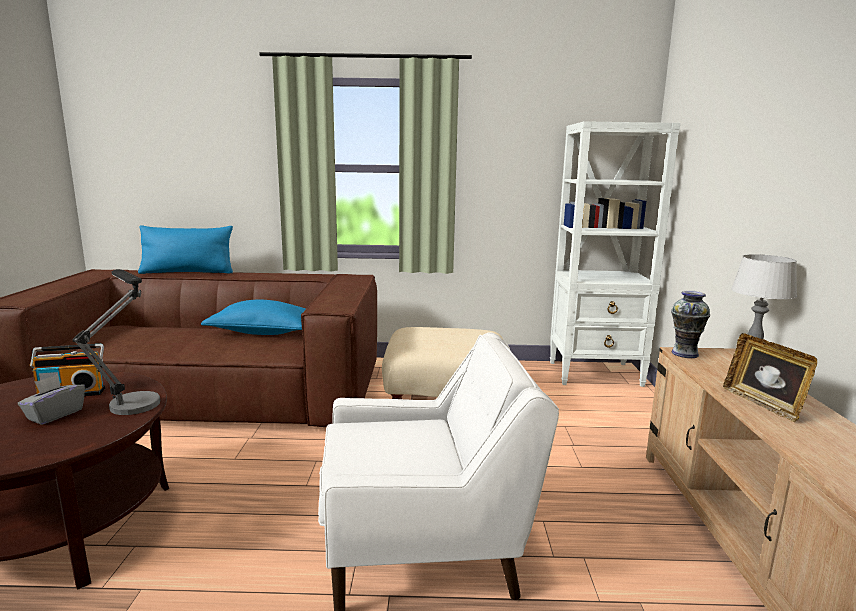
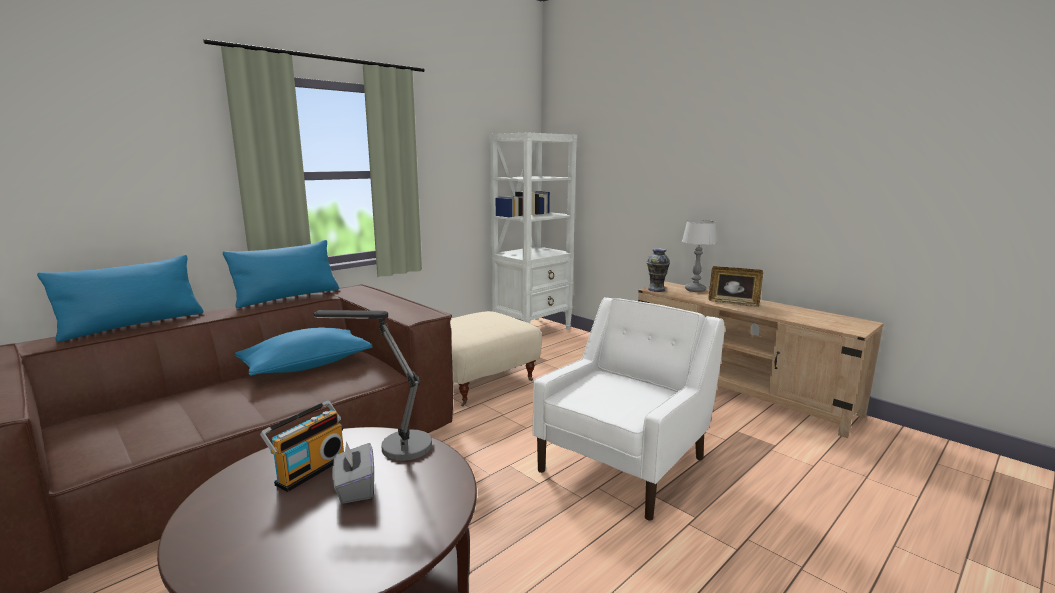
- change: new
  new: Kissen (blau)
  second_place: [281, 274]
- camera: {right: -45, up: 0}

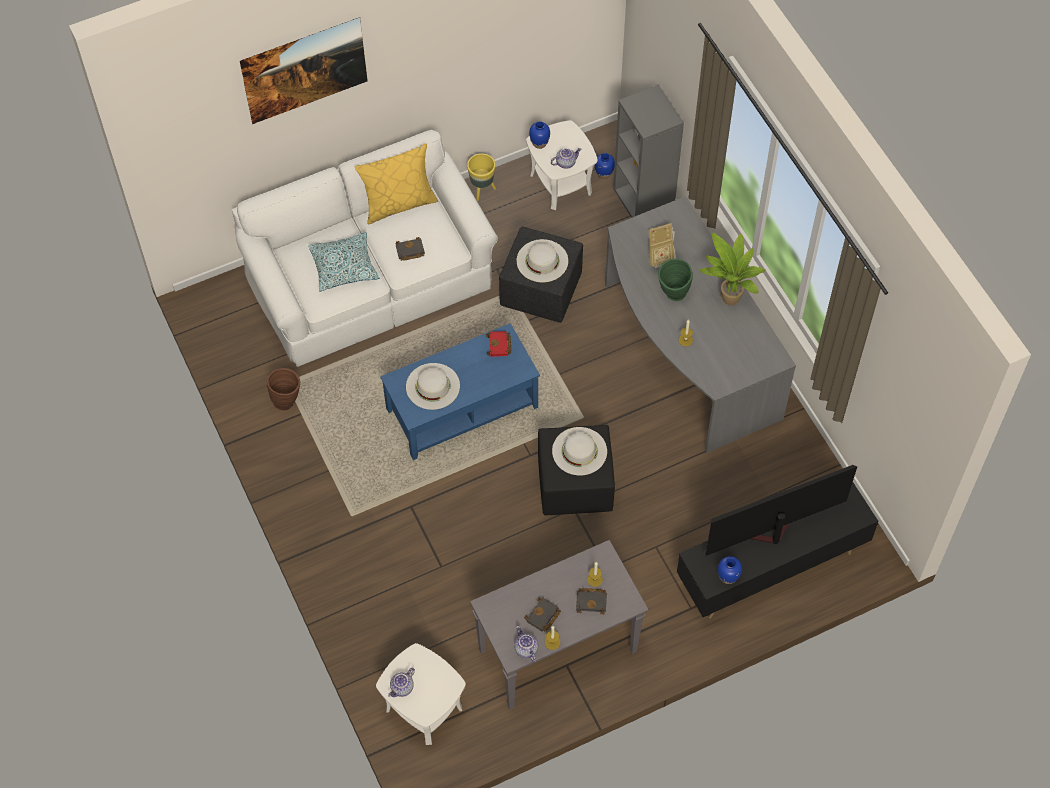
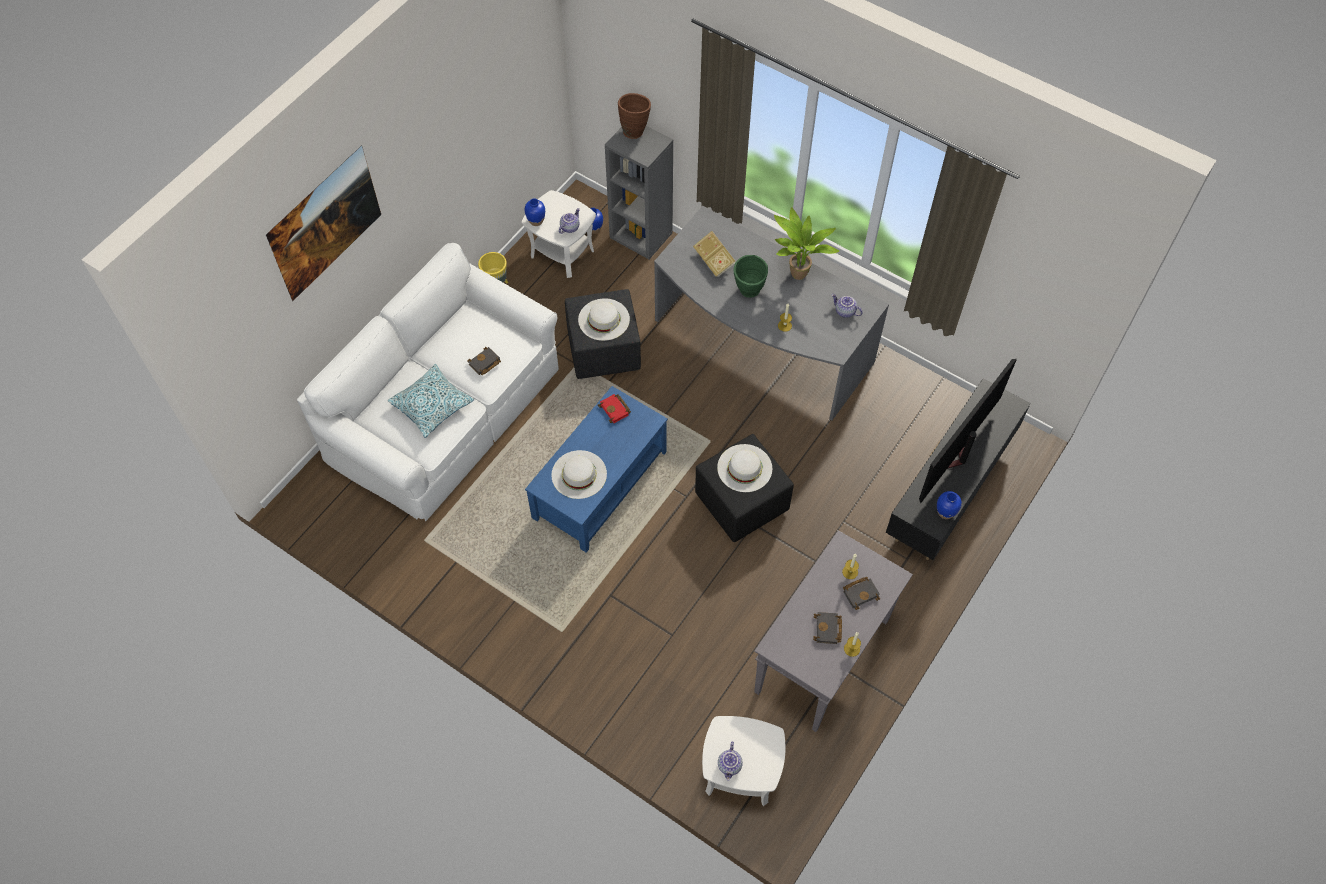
- change: shifted
  old: Vase (braun)
  first_place: [283, 389]
  second_place: [634, 116]
- change: shifted
  old: Teekanne
  first_place: [526, 644]
  second_place: [847, 306]
- change: gone
  old: Kissen (gelb)
  first_place: [396, 184]
- camera: {right: -30, up: 0}

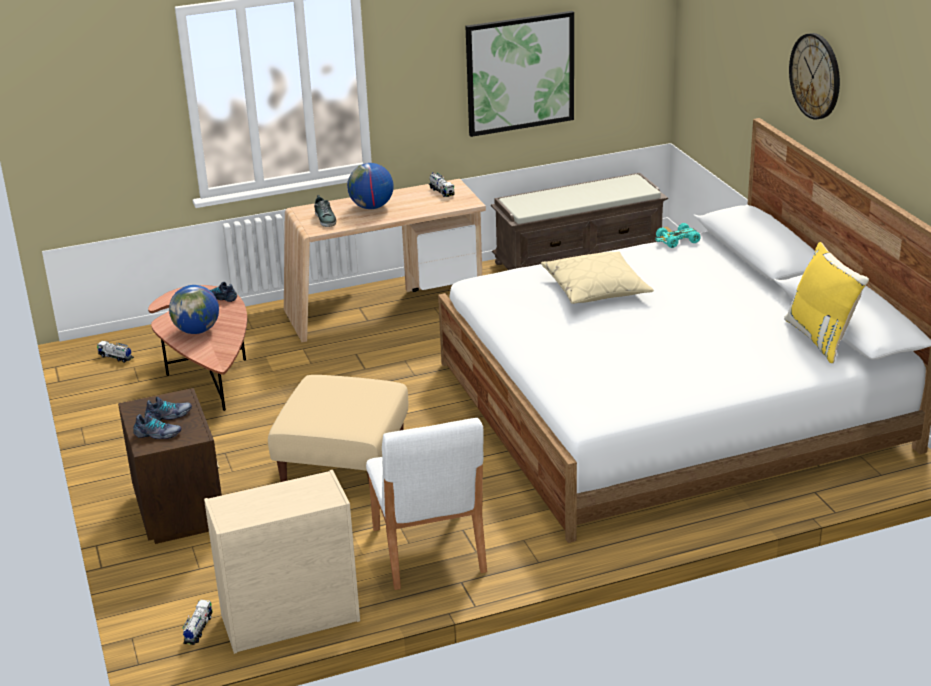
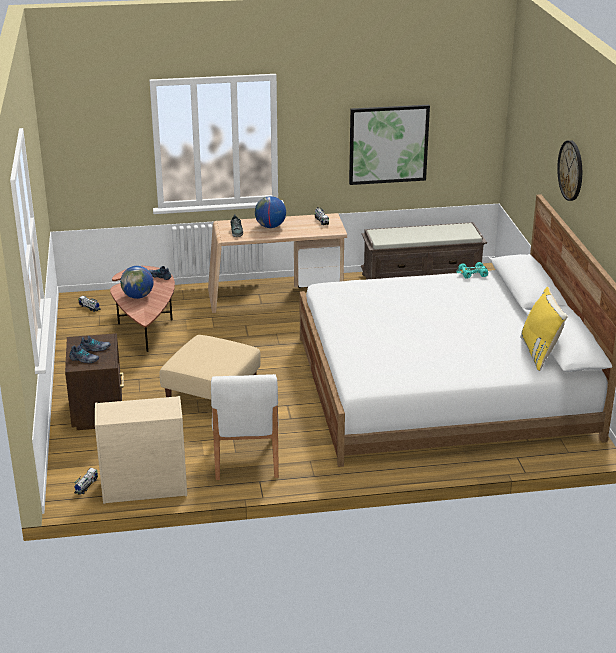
- change: gone
  old: Kissen (beige)
  first_place: [597, 277]
- camera: {right: 10, up: 0}

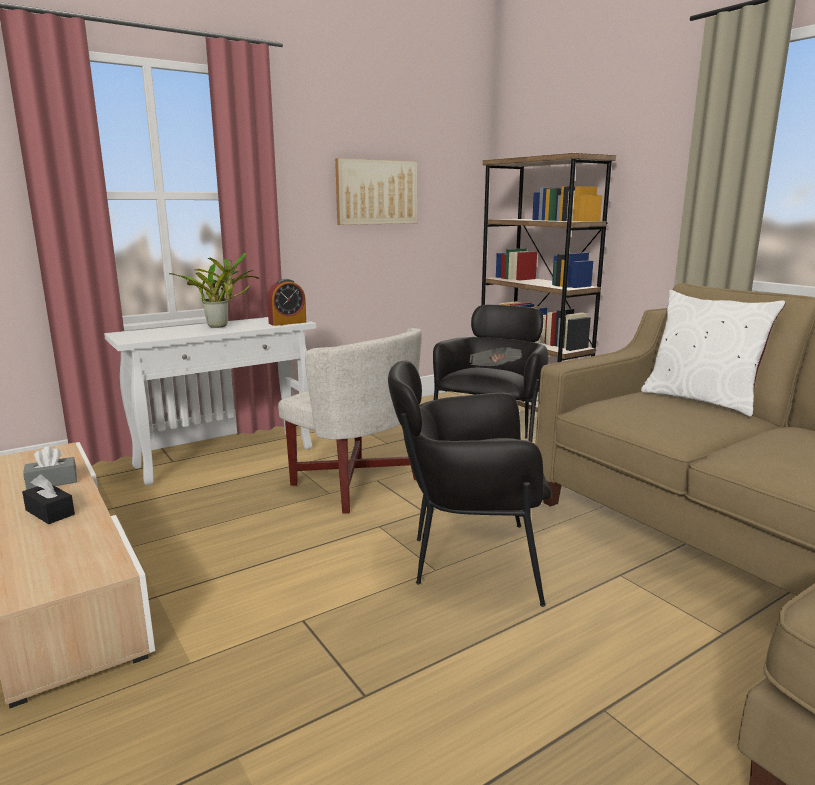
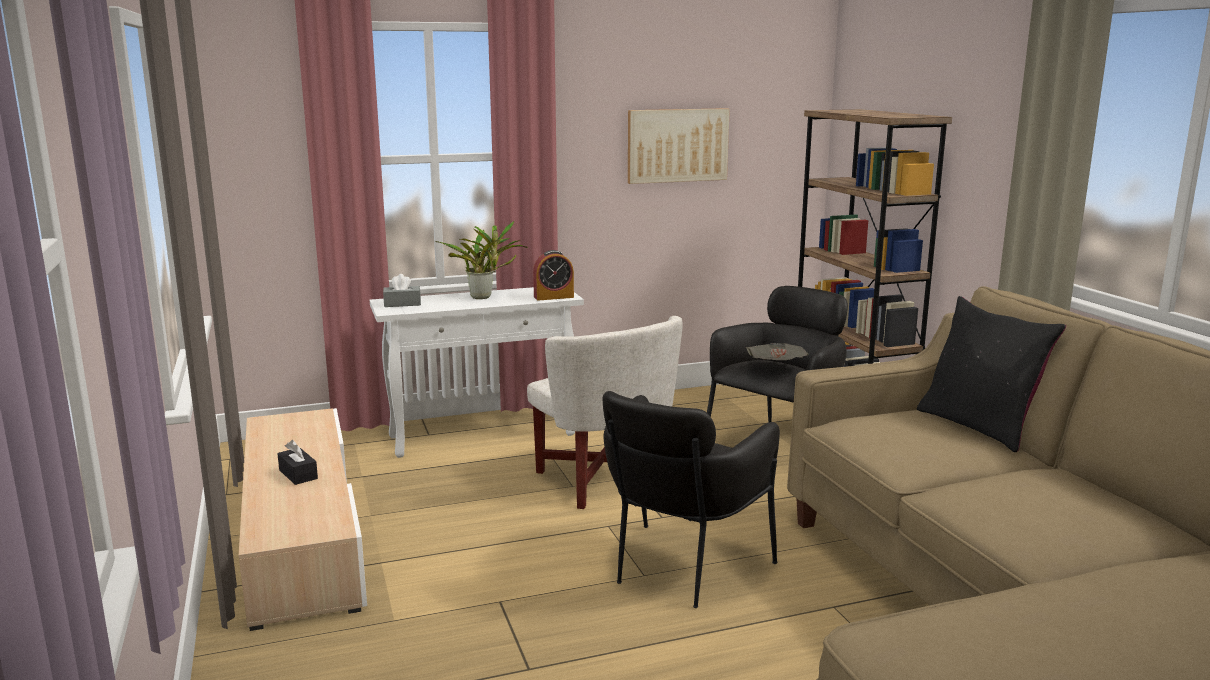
- change: shifted
  old: Taschentuchbox (grau)
  first_place: [50, 468]
  second_place: [402, 290]
- change: rotated
  old: Sessel (schwarz)
  first_place: [469, 484]
  second_place: [691, 499]
  degrees: -75
- change: repainted
  old: Kissen (weiß)
  new: Kissen (schwarz)
  first_place: [713, 353]
  second_place: [991, 374]
- camera: {right: 15, up: 0}

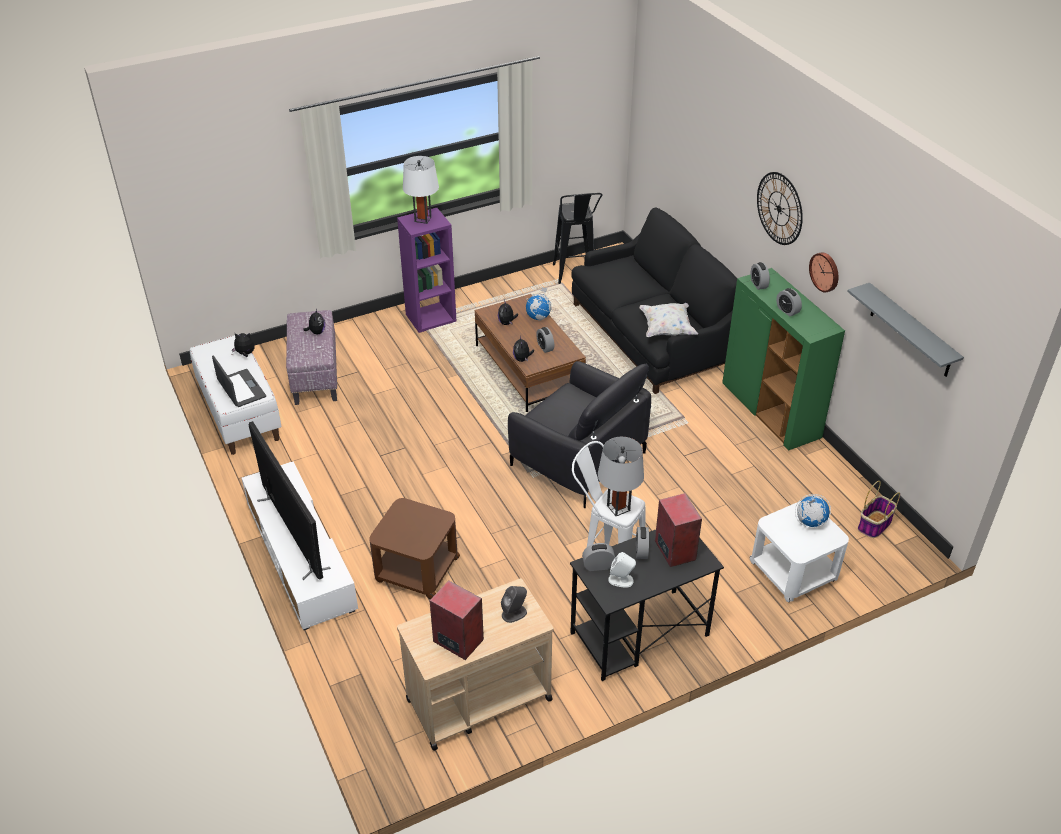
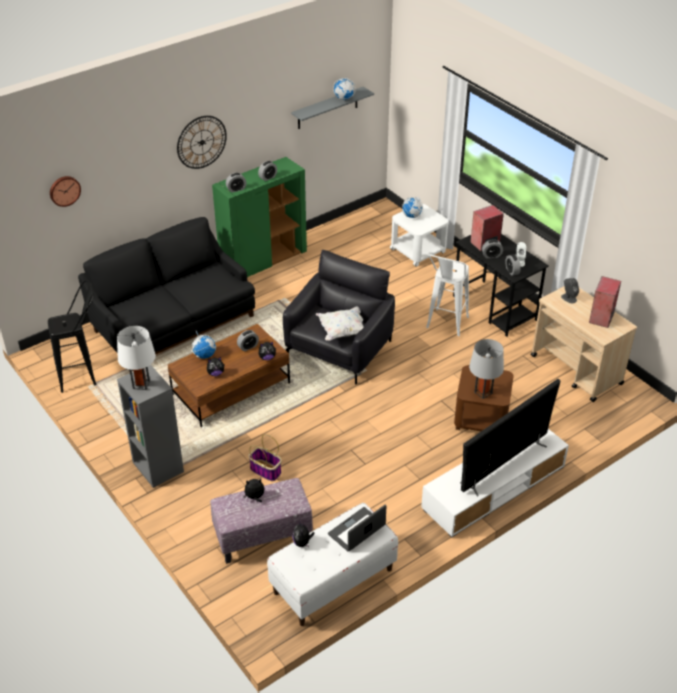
- change: shifted
  old: Wanduhr
  first_place: [823, 272]
  second_place: [65, 191]
- change: repainted
  old: Bücherregal (lila)
  new: Bücherregal (grau)
  first_place: [426, 270]
  second_place: [150, 426]
- change: shifted
  old: Korb
  first_place: [879, 509]
  second_place: [265, 458]
- change: shifted
  old: Kissen (weiß)
  first_place: [669, 320]
  second_place: [340, 324]
- change: new
  new: Globus
  second_place: [344, 88]
- change: shifted
  old: Tischlampe (grau)
  first_place: [621, 476]
  second_place: [486, 369]
- camera: {right: -100, up: 0}

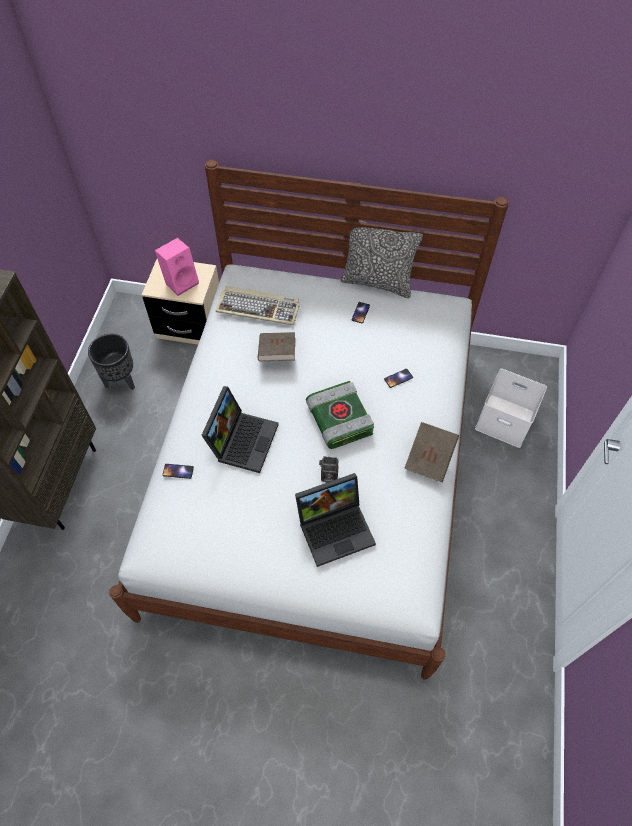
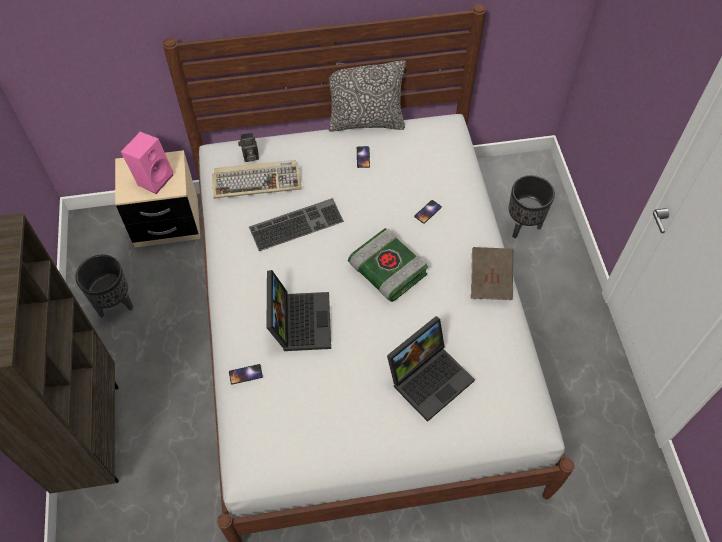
- change: shifted
  old: Kamera
  first_place: [329, 469]
  second_place: [248, 147]
- change: swapped
  old: Buch (braun)
  new: Tastatur
  first_place: [276, 346]
  second_place: [296, 224]
- change: swapped
  old: Aufbewahrungsbox (weiß)
  new: Pflanzkübel (schwarz)
  first_place: [511, 408]
  second_place: [532, 207]
- camera: {right: -20, up: 0}

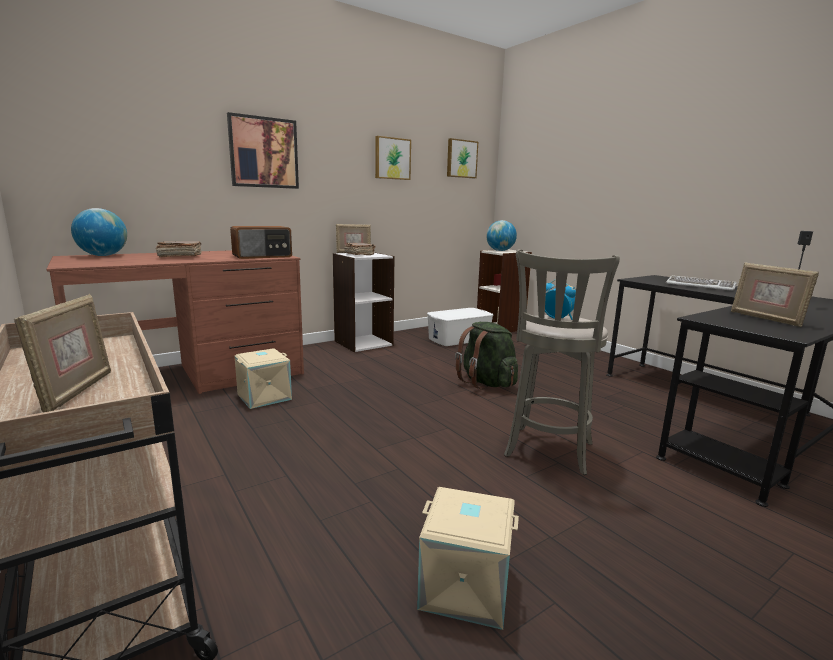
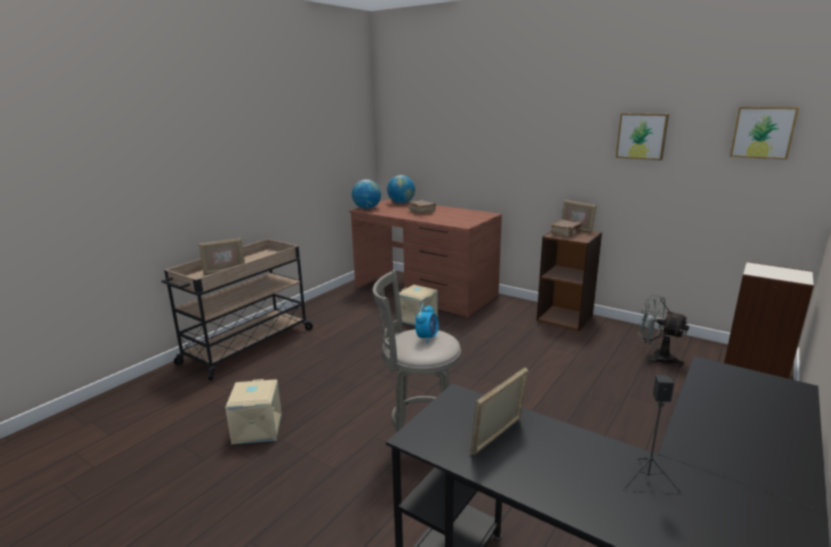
- change: shifted
  old: Globus
  first_place: [501, 235]
  second_place: [366, 194]
- change: repainted
  old: Bücherregal (weiß)
  new: Bücherregal (braun)
  first_place: [363, 302]
  second_place: [569, 281]
- change: swapped
  old: Aufbewahrungsbox (weiß)
  new: Ventilator (grau)
  first_place: [460, 327]
  second_place: [663, 330]
- change: gone
  old: Bild
  first_place: [263, 150]
- change: gone
  old: Radio
  first_place: [261, 242]
- change: gone
  old: Rucksack (grün)
  first_place: [486, 356]
- change: gone
  old: Tastatur
  first_place: [701, 283]
- camera: {right: 70, up: 5}

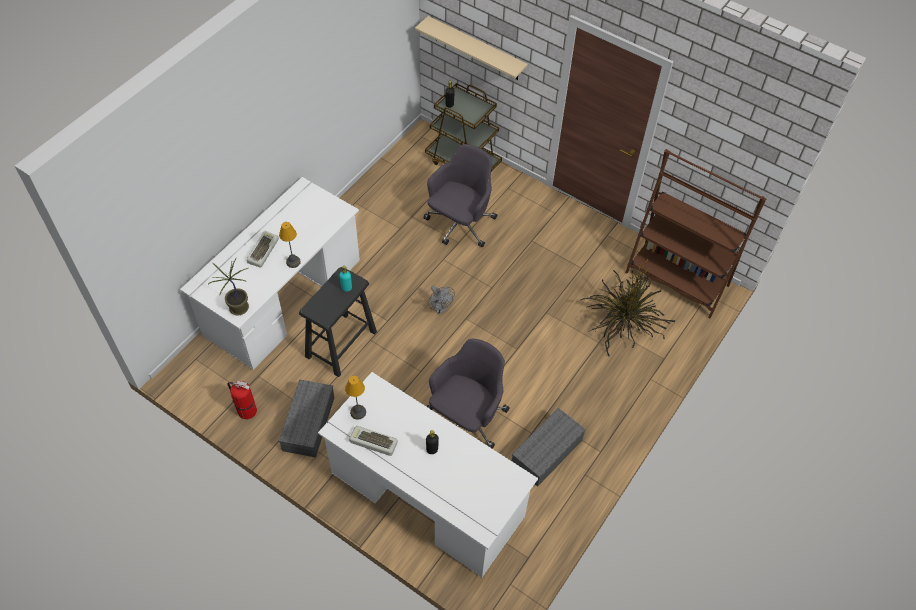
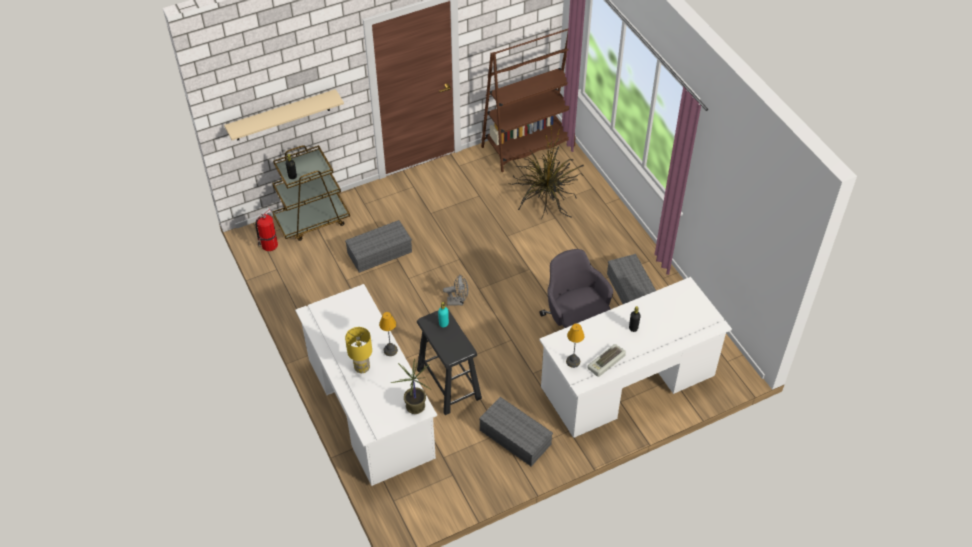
- change: shifted
  old: Feuerlöscher
  first_place: [242, 400]
  second_place: [266, 229]
- change: swapped
  old: Bürostuhl (grau)
  new: Aufbewahrungsbox (grau)
  first_place: [460, 195]
  second_place: [378, 246]
- change: swapped
  old: Tastatur
  new: Tischlampe (gelb)
  first_place: [263, 249]
  second_place: [358, 350]
- camera: {right: -60, up: -5}

